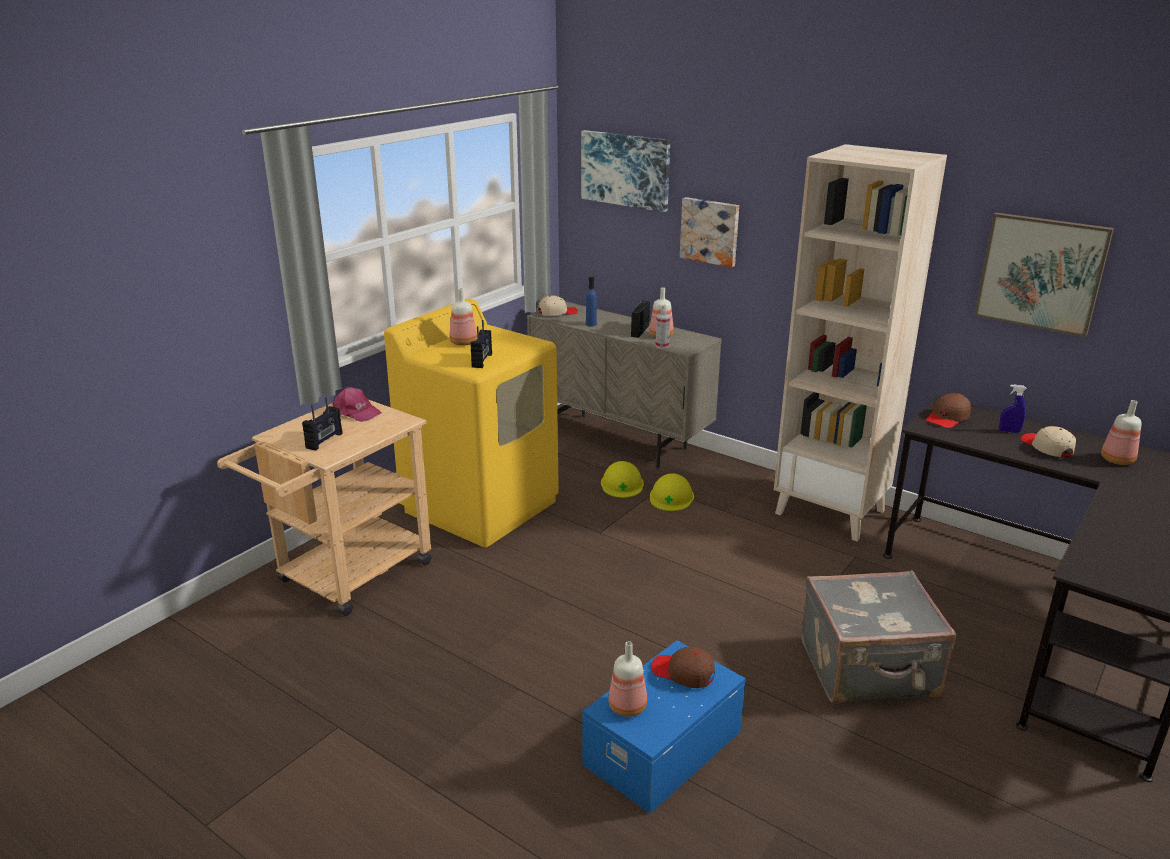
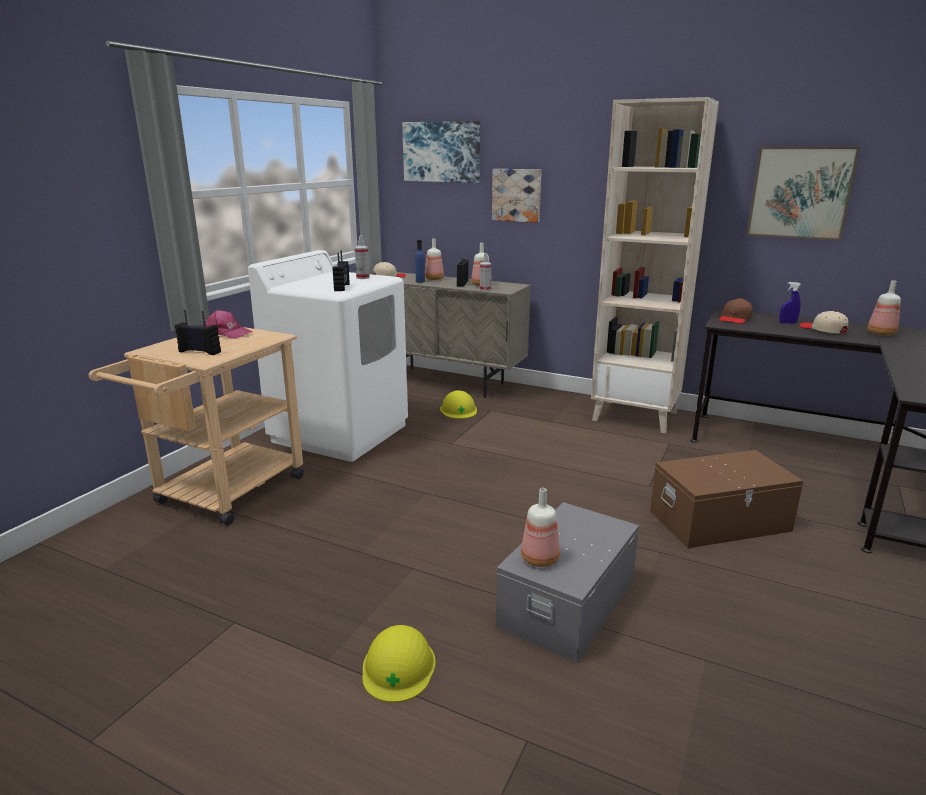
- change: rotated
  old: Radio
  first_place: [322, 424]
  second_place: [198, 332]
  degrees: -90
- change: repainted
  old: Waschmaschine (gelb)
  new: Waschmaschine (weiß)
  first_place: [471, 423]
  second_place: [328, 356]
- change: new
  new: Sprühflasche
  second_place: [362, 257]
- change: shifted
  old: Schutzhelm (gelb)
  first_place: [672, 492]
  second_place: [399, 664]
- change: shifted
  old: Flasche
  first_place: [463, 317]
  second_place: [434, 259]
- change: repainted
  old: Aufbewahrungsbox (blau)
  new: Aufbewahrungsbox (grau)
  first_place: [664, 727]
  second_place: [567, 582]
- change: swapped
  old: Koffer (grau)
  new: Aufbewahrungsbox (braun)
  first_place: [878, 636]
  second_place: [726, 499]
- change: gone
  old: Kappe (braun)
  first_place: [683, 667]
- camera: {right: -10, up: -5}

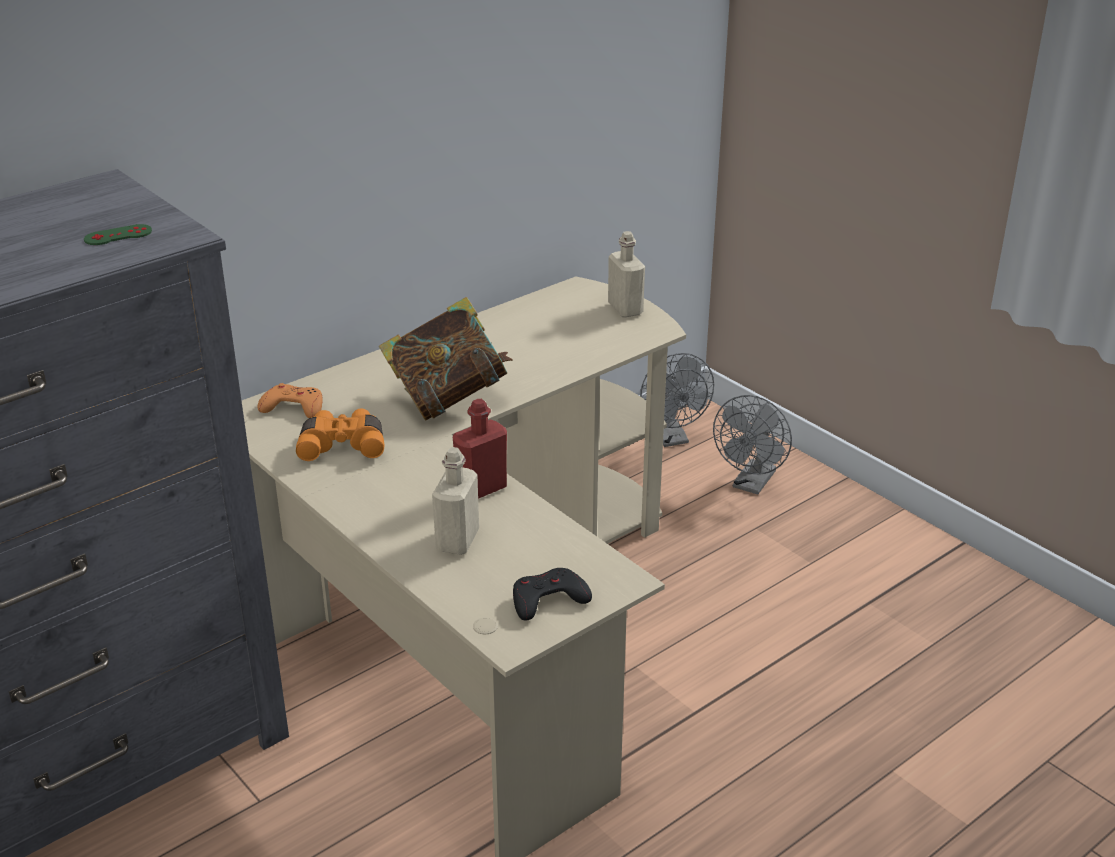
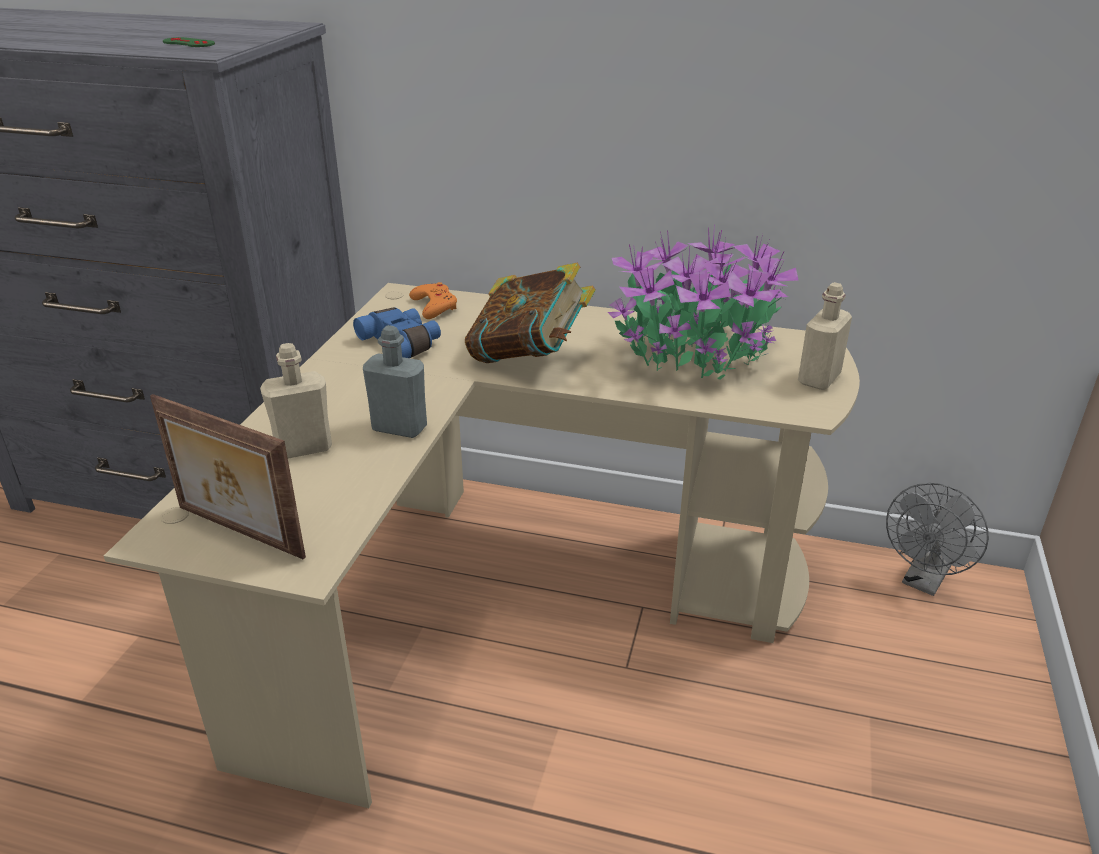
- change: swapped
  old: Gamepad (schwarz)
  new: Bilderrahmen
  first_place: [552, 594]
  second_place: [228, 476]
- change: repainted
  old: Fernglas (orange)
  new: Fernglas (blau)
  first_place: [340, 435]
  second_place: [397, 333]
- change: repainted
  old: Flasche (rot)
  new: Flasche (grau)
  first_place: [480, 449]
  second_place: [395, 381]
- change: new
  new: Topfpflanze
  second_place: [703, 302]
- change: gone
  old: Ventilator (grau)
  first_place: [752, 444]
- camera: {right: 55, up: 0}

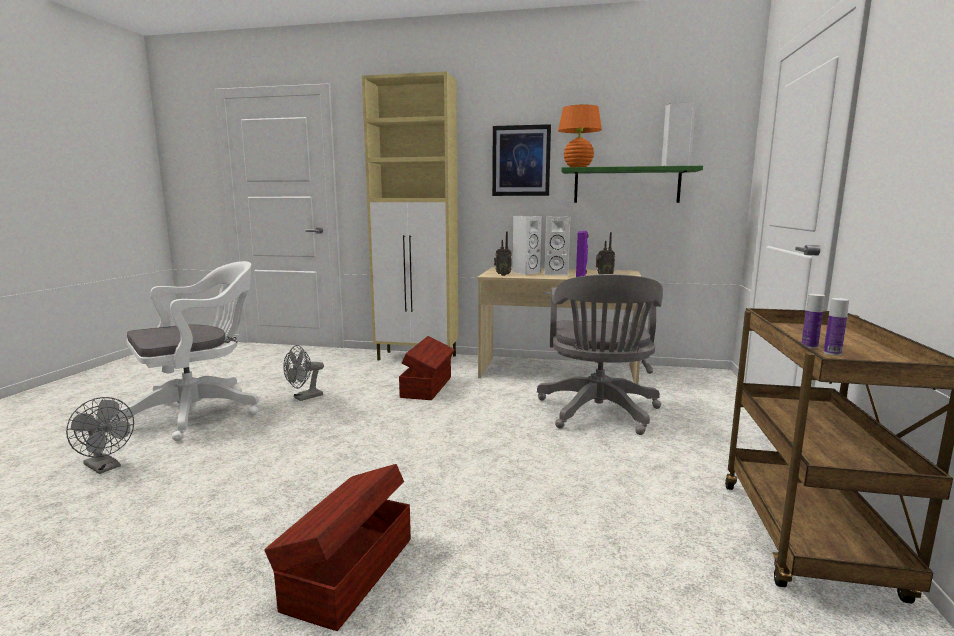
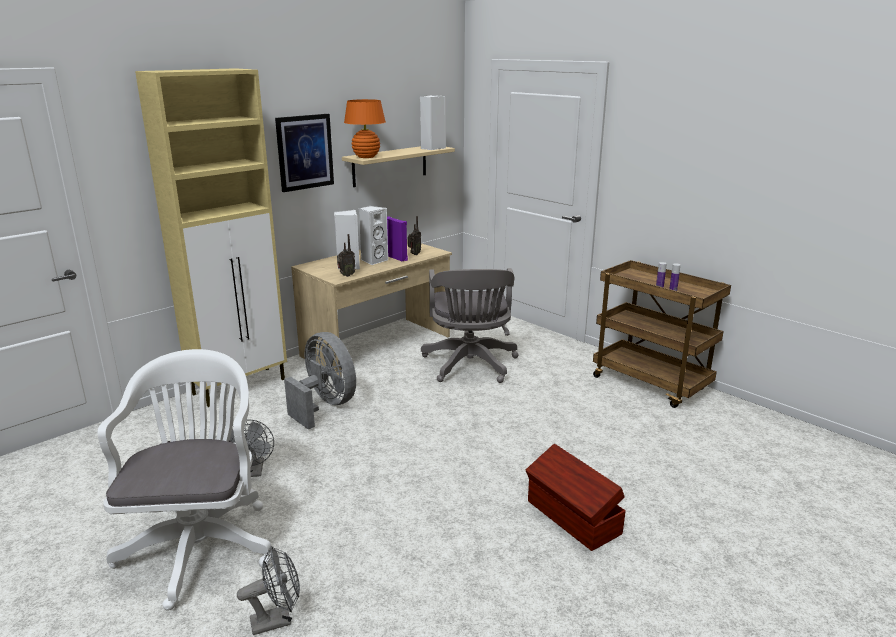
- change: swapped
  old: Aufbewahrungsbox (braun)
  new: Ventilator (grau)
  first_place: [427, 368]
  second_place: [320, 380]
- change: repainted
  old: Wandregal (grün)
  new: Wandregal (beige)
  first_place: [632, 184]
  second_place: [398, 166]
- change: rotated
  old: Bürostuhl (grau)
  first_place: [600, 354]
  second_place: [470, 325]
  degrees: 45
- camera: {right: -55, up: 10}

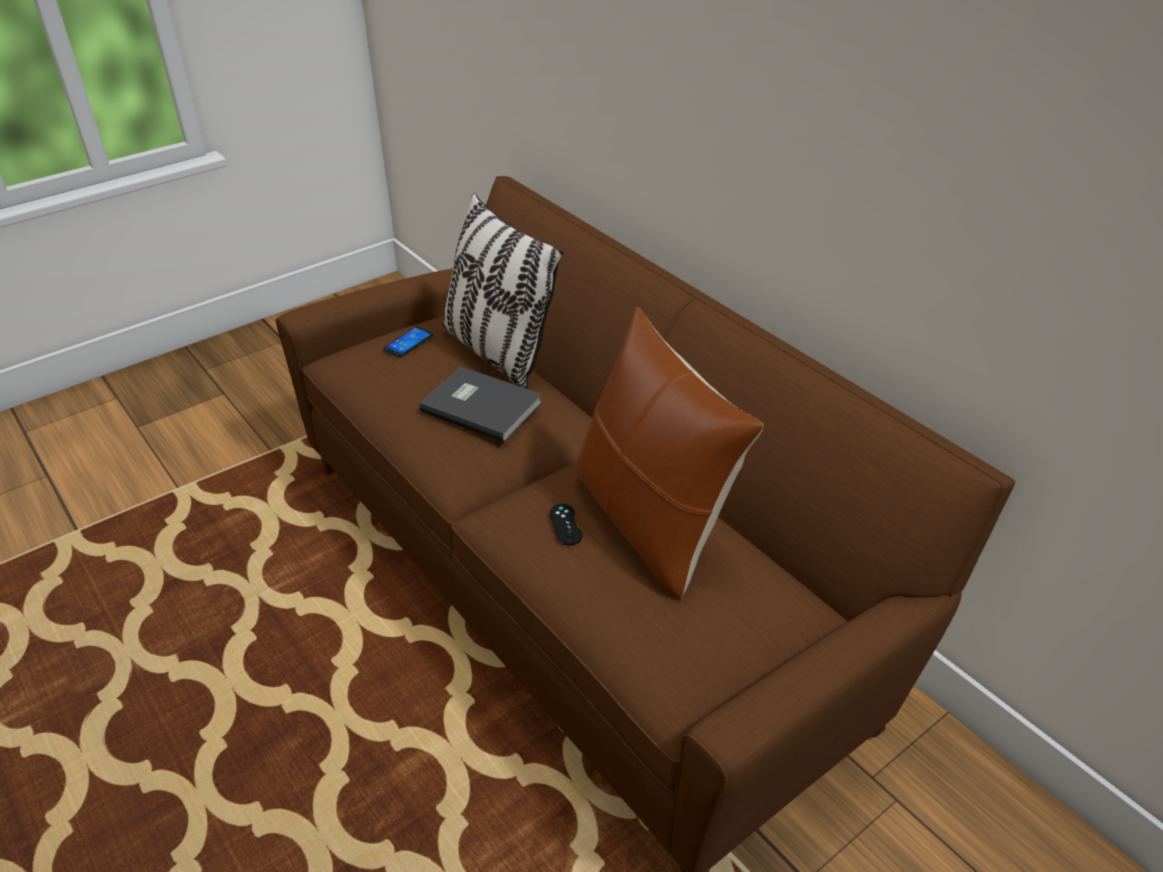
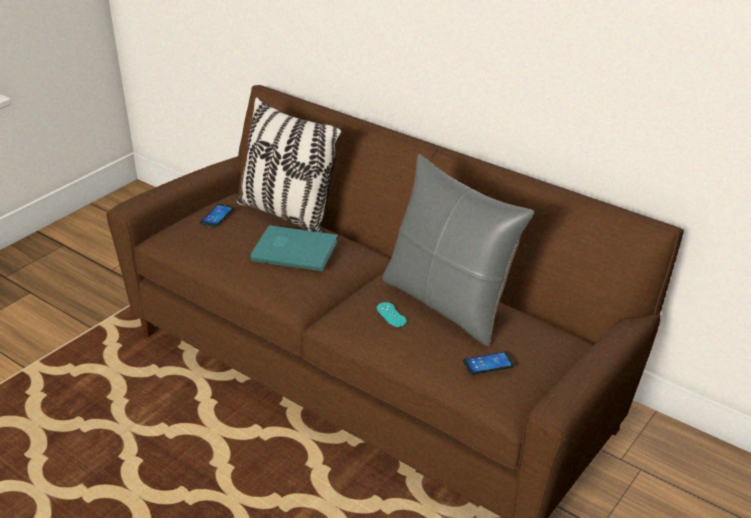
- change: repainted
  old: Buch (grau)
  new: Buch (türkis)
  first_place: [480, 404]
  second_place: [294, 248]
- change: repainted
  old: Gamepad (schwarz)
  new: Gamepad (türkis)
  first_place: [566, 524]
  second_place: [392, 314]
- change: repainted
  old: Kissen (braun)
  new: Kissen (grau)
  first_place: [669, 453]
  second_place: [458, 250]
- change: new
  new: Handy
  second_place: [489, 363]
- camera: {right: -15, up: -5}

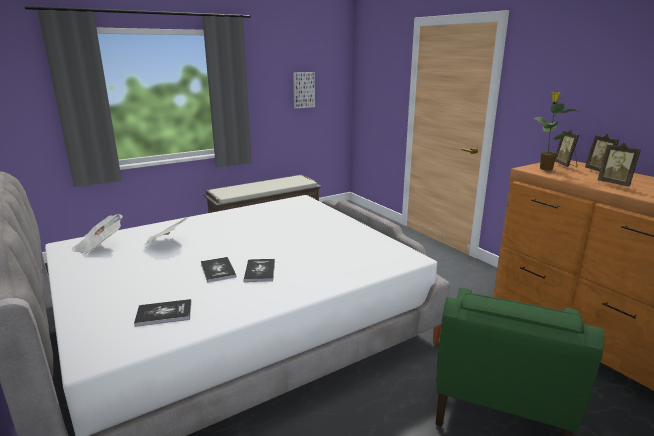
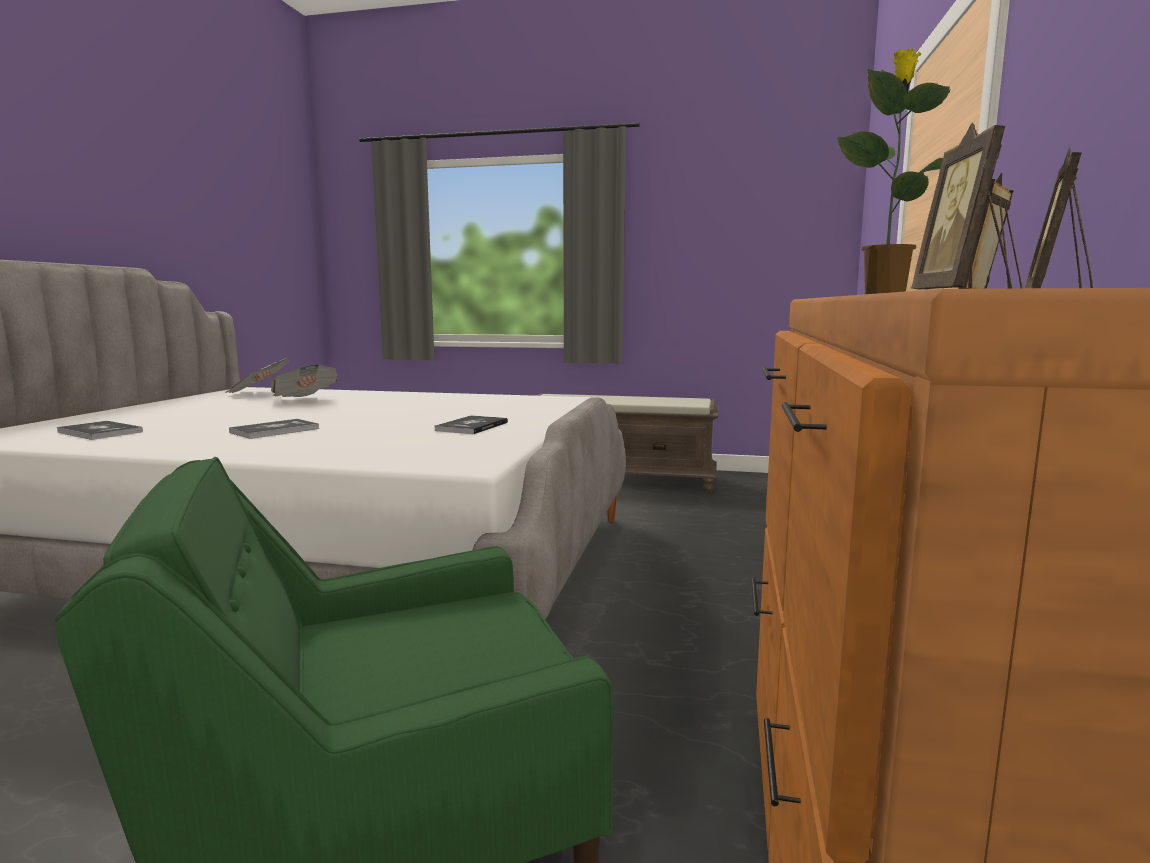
- change: shifted
  old: Buch
  first_place: [218, 270]
  second_place: [471, 424]
- change: gone
  old: Bild
  first_place: [304, 90]
- camera: {right: 45, up: -10}

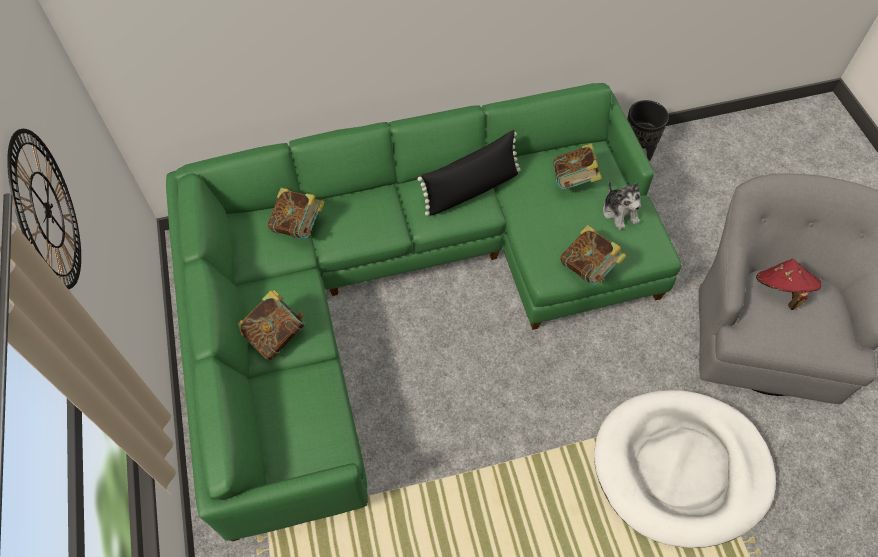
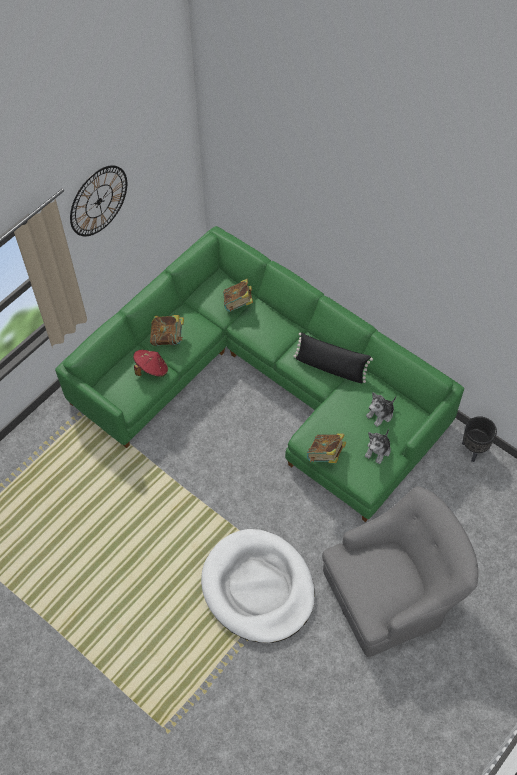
- change: shifted
  old: Hut (rot)
  first_place: [789, 284]
  second_place: [150, 363]
- change: swapped
  old: Buch
  new: Plüschtier
  first_place: [577, 166]
  second_place: [381, 409]
- camera: {right: 55, up: 0}

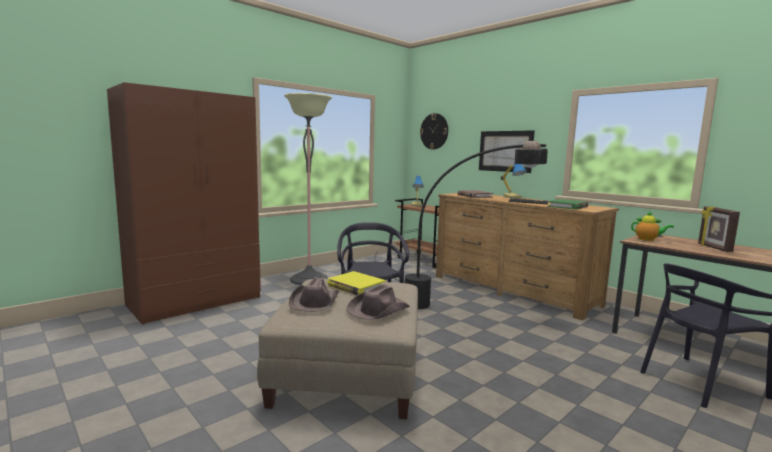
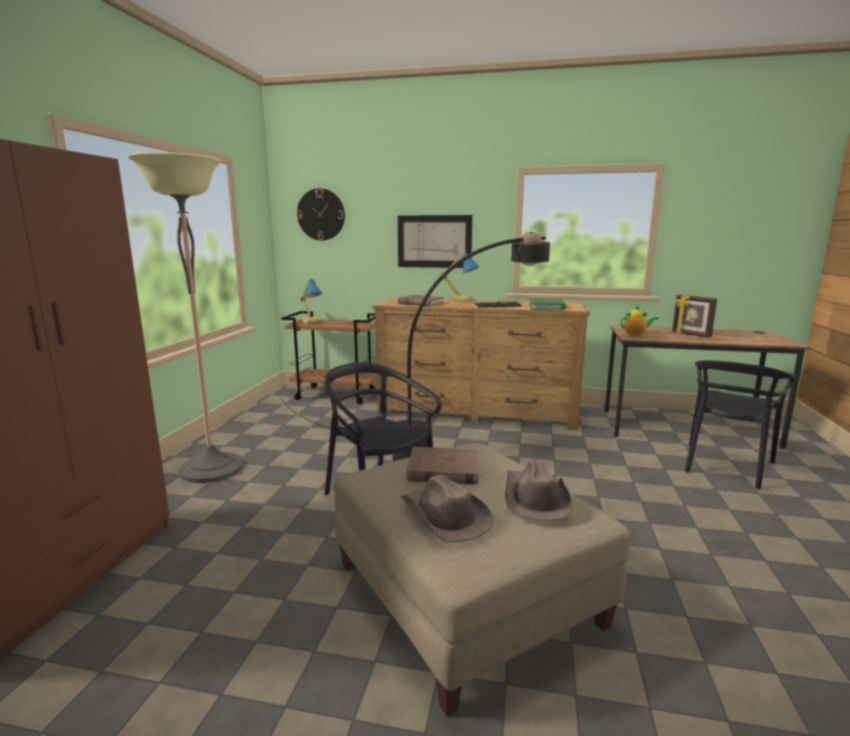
- change: repainted
  old: Buch (gelb)
  new: Buch (braun)
  first_place: [356, 283]
  second_place: [442, 466]
- camera: {right: -35, up: 5}

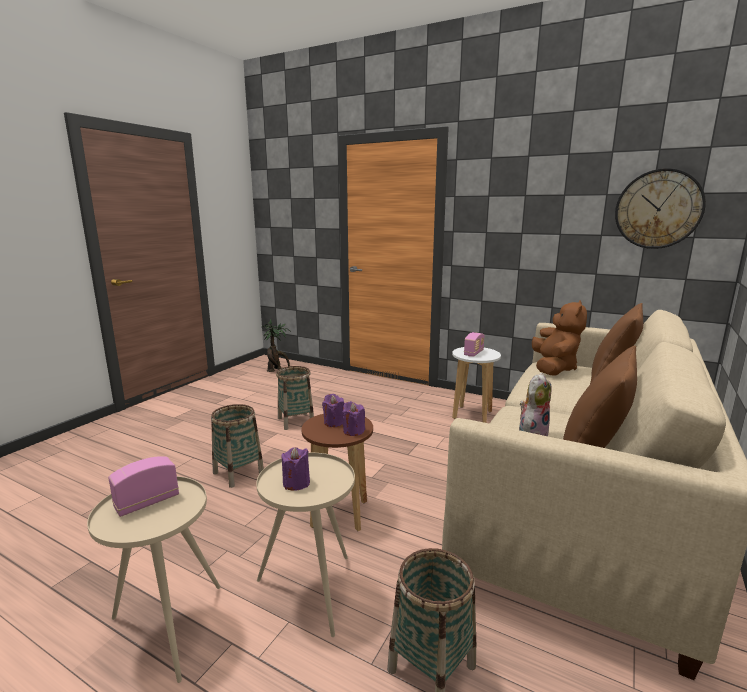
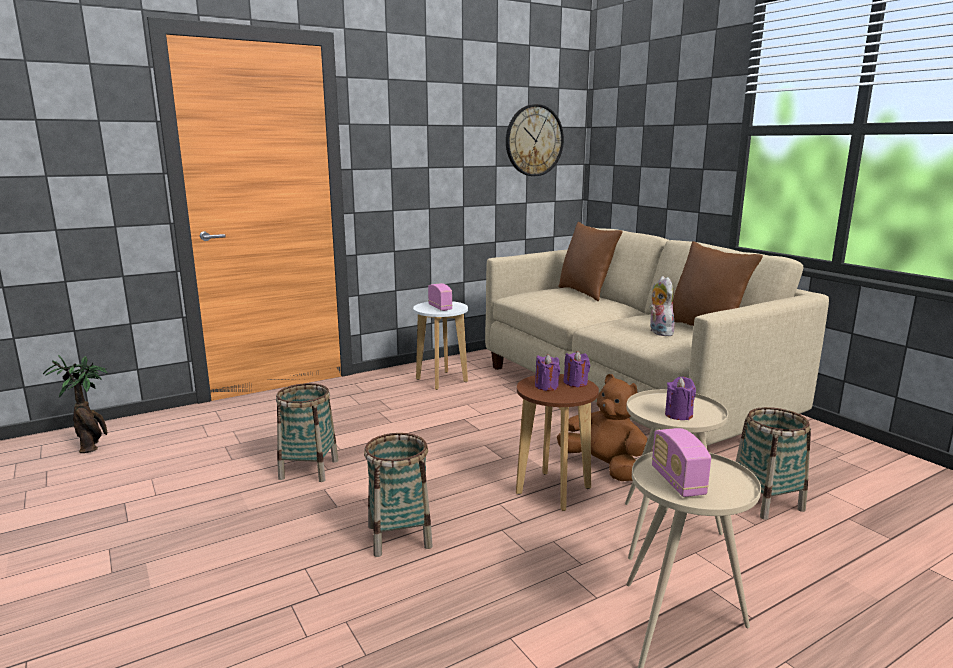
- change: shifted
  old: Plüschtier (braun)
  first_place: [559, 337]
  second_place: [602, 427]
- camera: {right: -60, up: 0}

